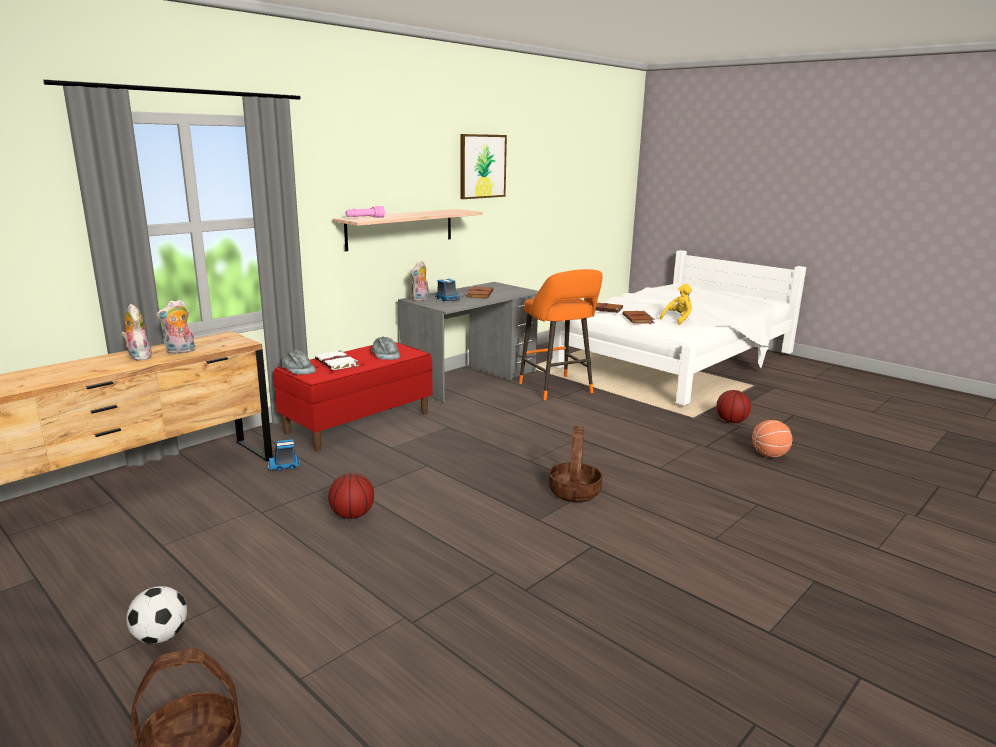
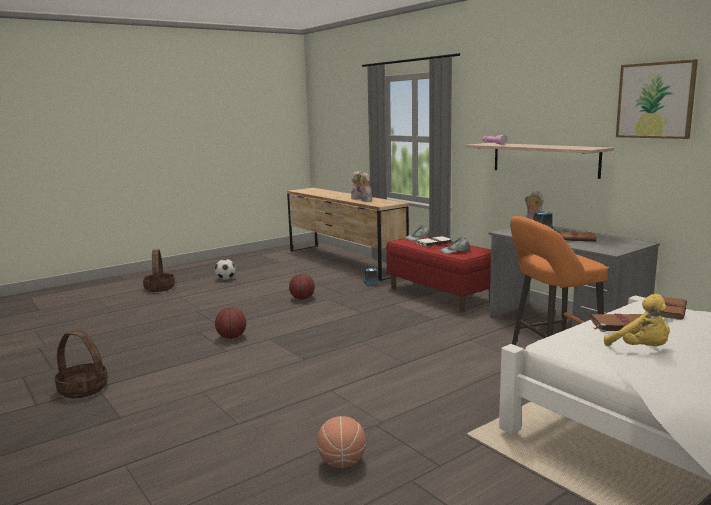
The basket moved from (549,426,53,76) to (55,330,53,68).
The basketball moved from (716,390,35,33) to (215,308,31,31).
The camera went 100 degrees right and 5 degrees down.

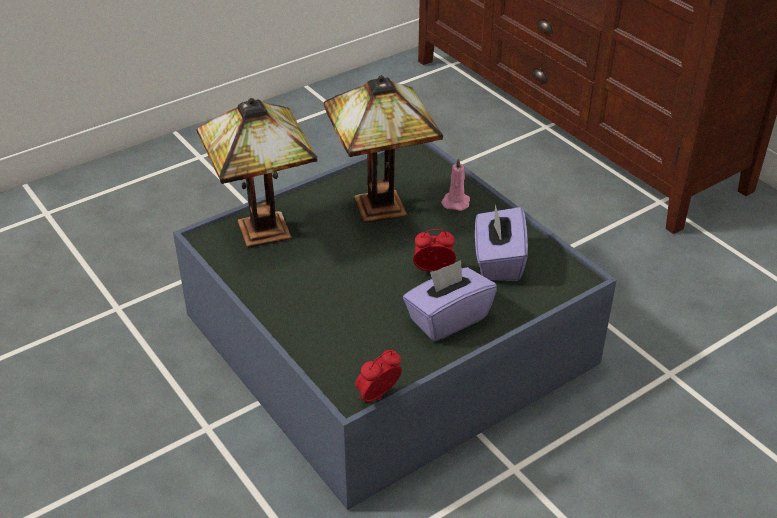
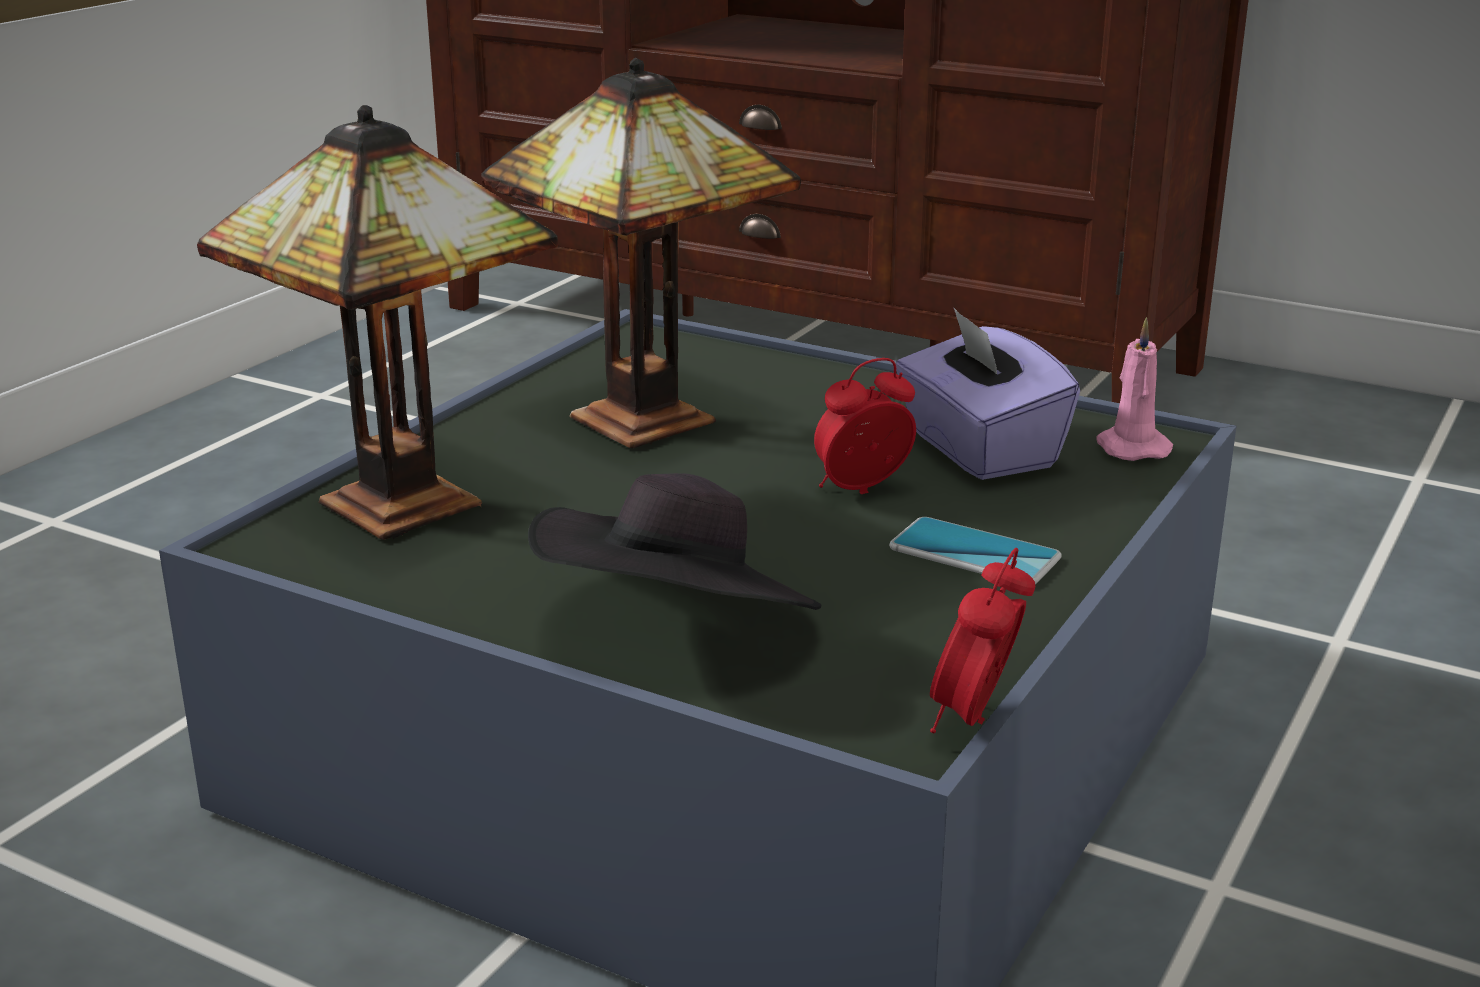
The black_hat at (528,473,293,137) appeared.
The purple_tissue_box at (403,260,94,81) was replaced by the phone at (889,517,173,67).
The pink_candle moved from (441,157,29,54) to (1096,317,77,144).
The camera went 25 degrees left and 15 degrees down.

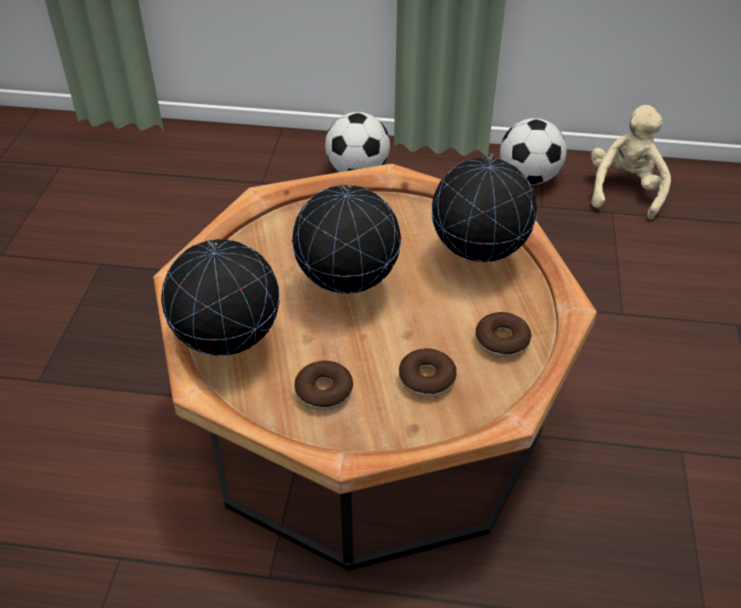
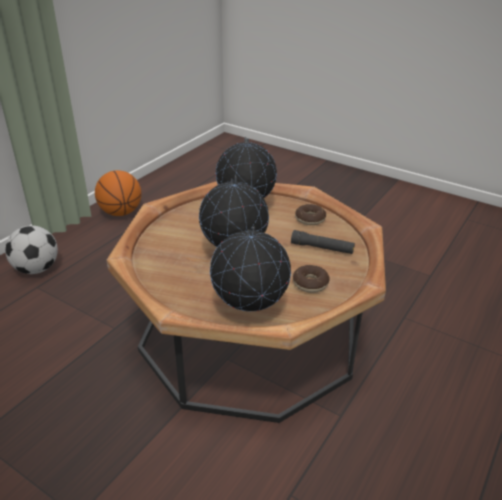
The football at (500,118,67,67) was replaced by the basketball at (95,170,46,46).
The donut at (399,348,57,49) was replaced by the black_flashlight at (291,230,64,24).
The beige_plush_toy at (591,105,80,114) disappeared.
The camera went 65 degrees left and 10 degrees down.

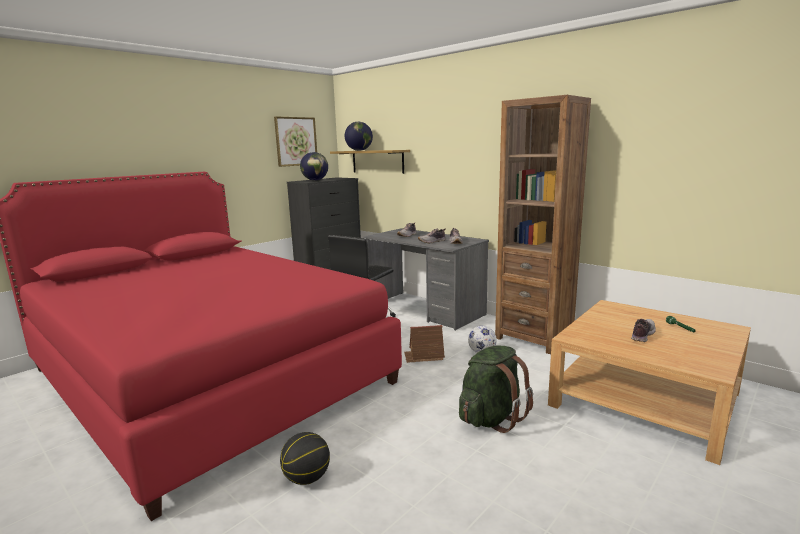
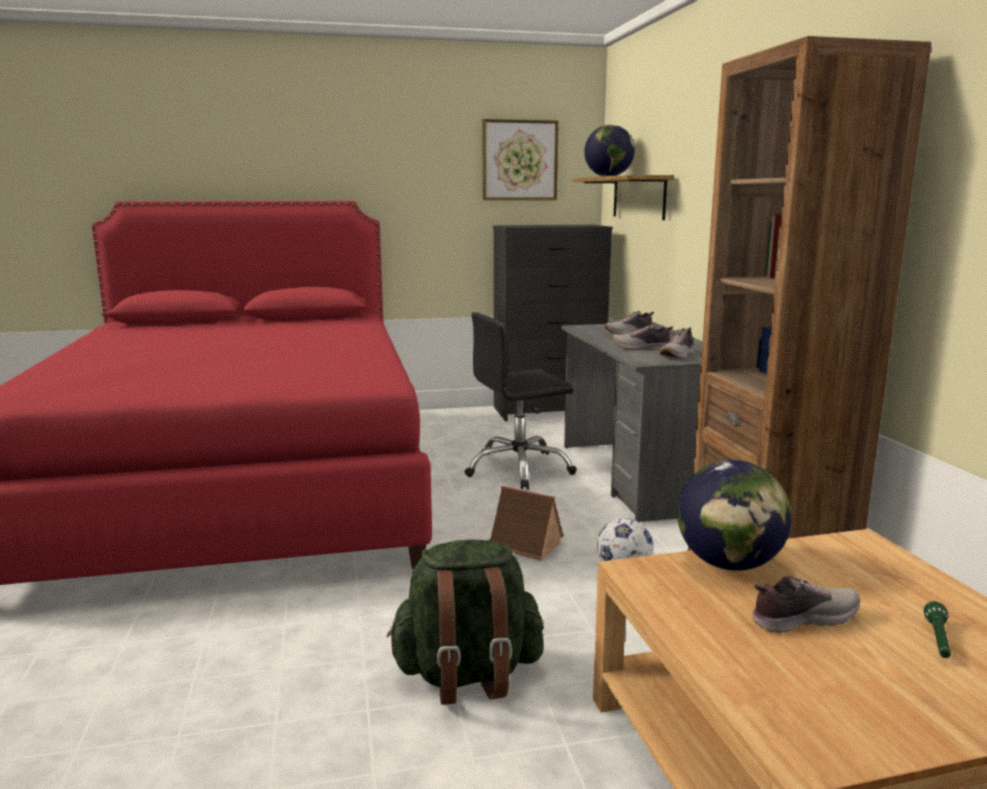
The globe moved from (300,152,28,28) to (677,460,115,111).
The basketball at (280,432,50,53) disappeared.
The camera went 35 degrees right and 0 degrees up.

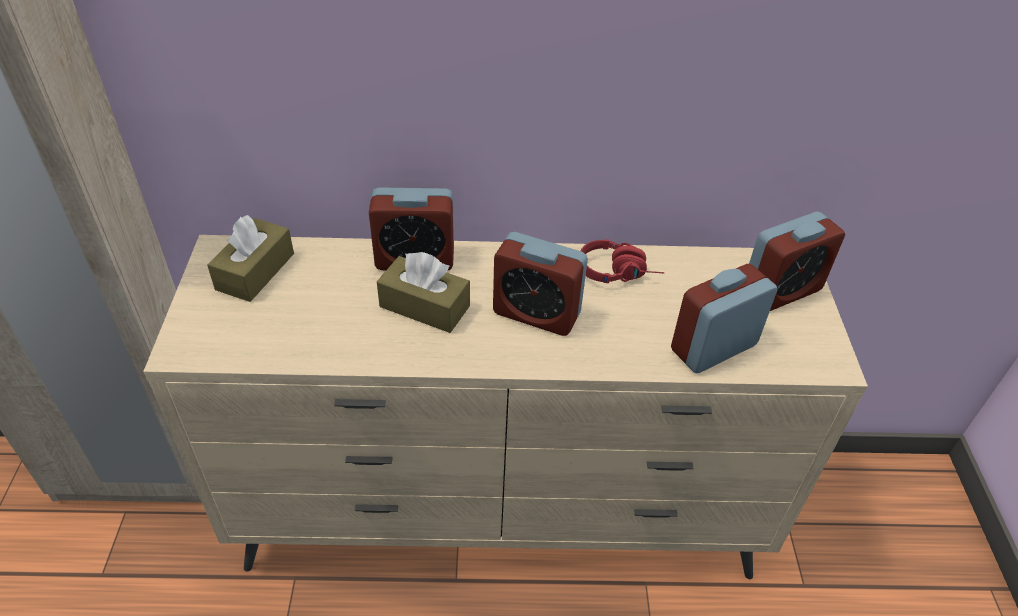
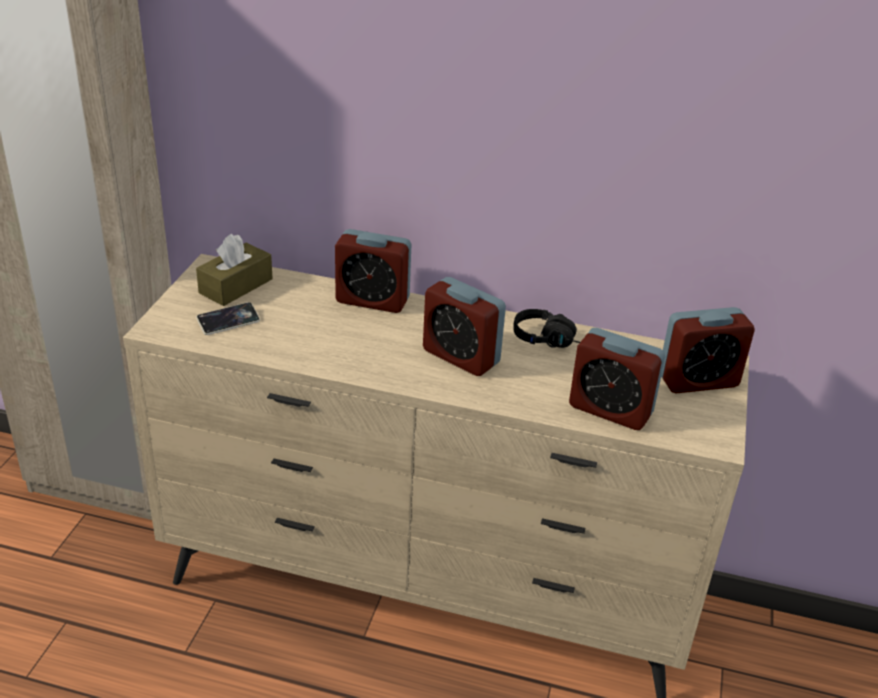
The phone at (196,302,64,33) appeared.
The red_headphones at (581,239,84,44) became the black_headphones at (513,309,67,39).
The alarm_clock at (671,264,106,109) turned 135 degrees counterclockwise.
The brown_tissue_box at (377,252,93,81) disappeared.
The camera went 15 degrees right and 10 degrees down.

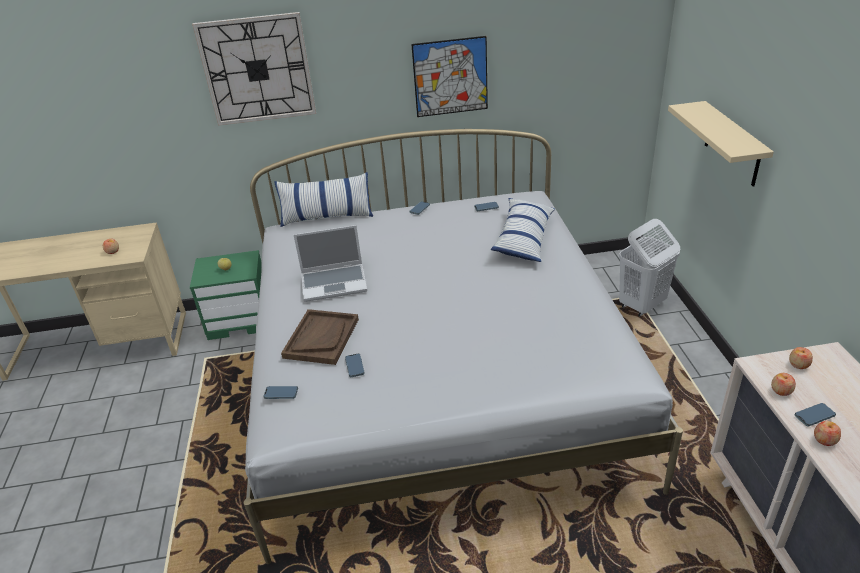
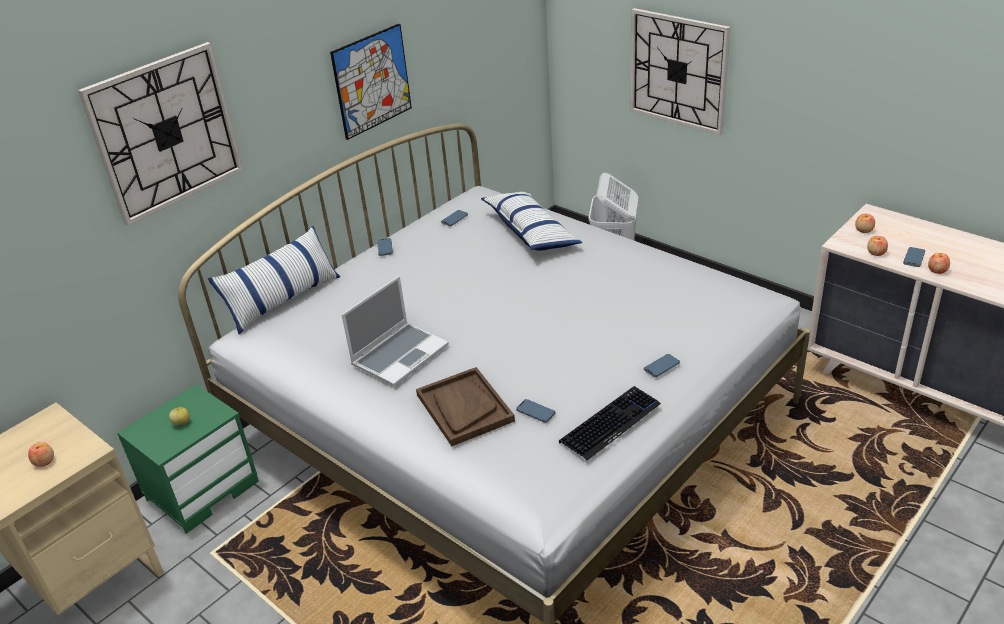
The keyboard at (559,386,102,75) appeared.
The beige_shelf at (668,101,106,85) was replaced by the wall_clock at (630,8,100,127).
The phone moved from (263,386,35,13) to (644,354,36,23).
The camera went 40 degrees left and 0 degrees up.

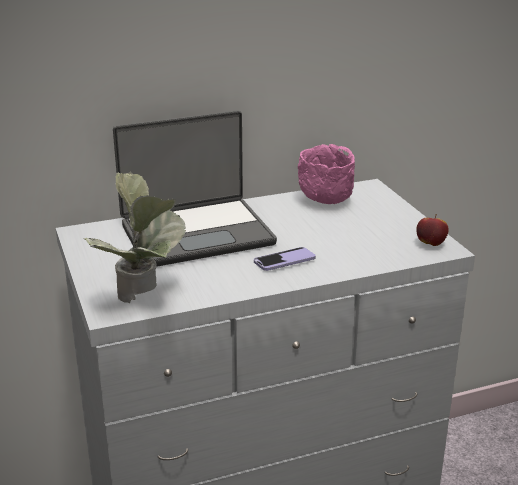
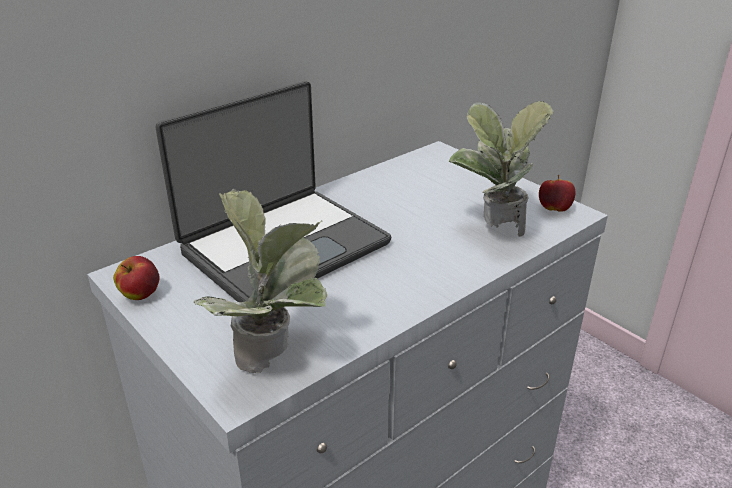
The apple at (113,256,47,44) appeared.
The potted_plant at (449,101,104,136) appeared.
The phone at (254,247,62,24) disappeared.
The pink_bowl at (298,144,57,60) disappeared.
The camera went 20 degrees left and 5 degrees up.

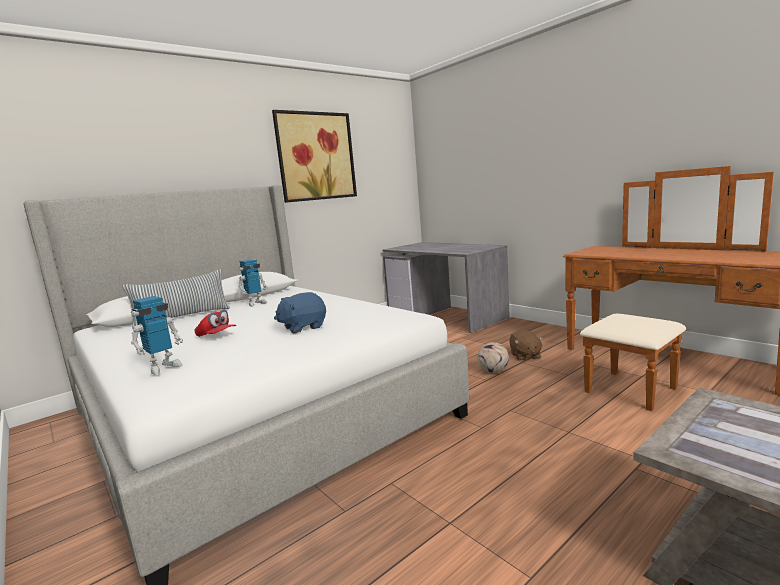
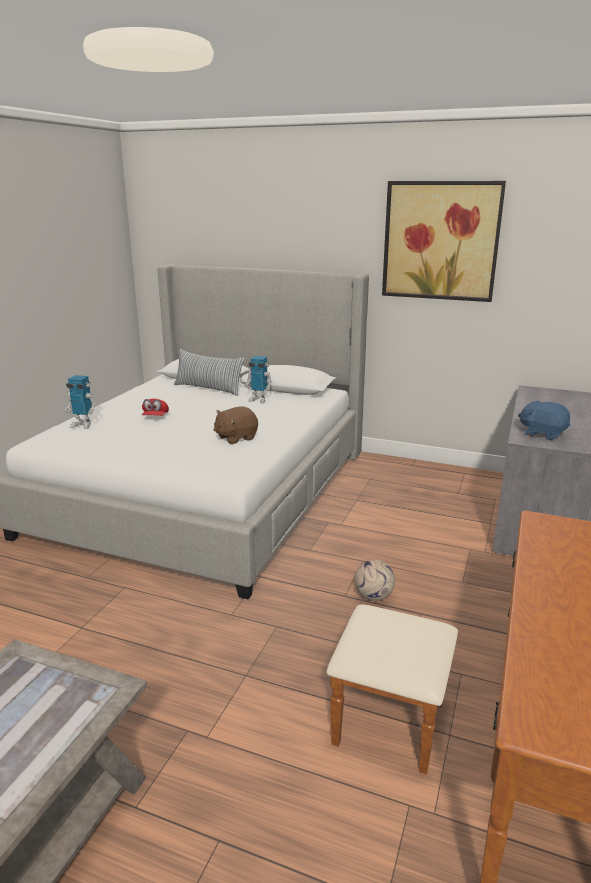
The brown_plush_toy moved from (509,330,35,31) to (214,406,44,38).
The blue_plush_toy moved from (274,292,52,42) to (518,400,52,40).
The camera went 60 degrees right and 10 degrees up.

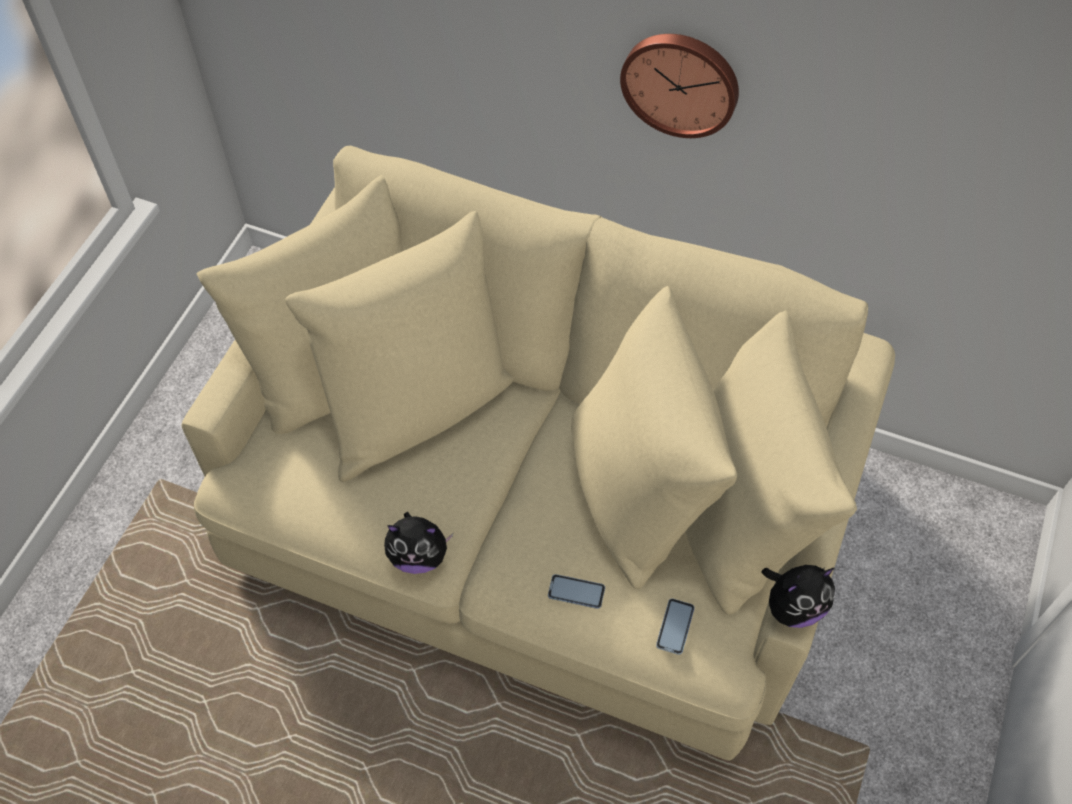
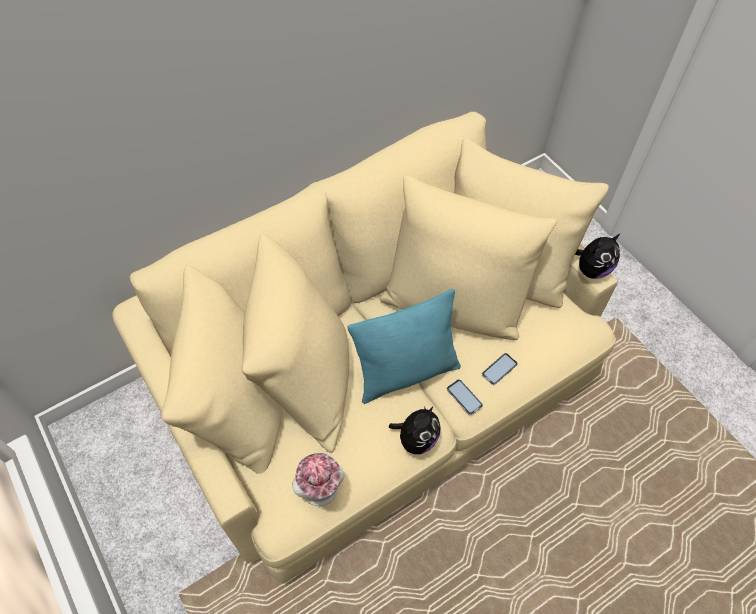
The hat at (292,453,52,53) appeared.
The turquoise_pillow at (347,289,114,115) appeared.
The phone moved from (656,598,39,57) to (447,379,36,36).
The plush_toy at (761,565,74,63) turned 45 degrees clockwise.
The wall_clock at (620,34,119,104) disappeared.
The camera went 55 degrees left and 0 degrees up.

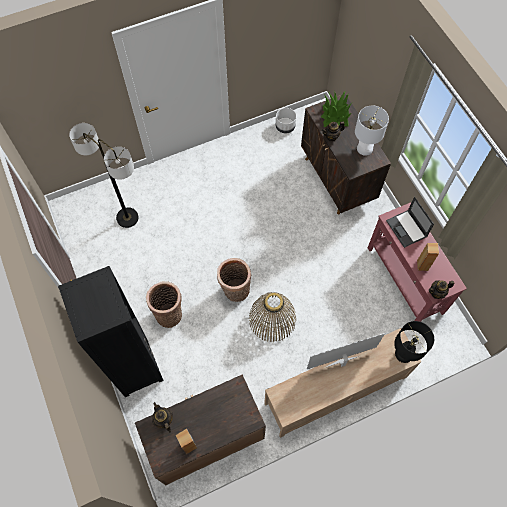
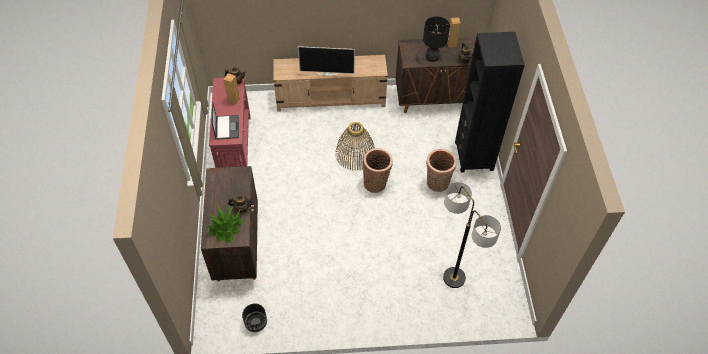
The white_planter at (276,108,20,25) became the black_planter at (242,304,25,28).
The black_table_lamp moved from (394,321,40,42) to (423,16,27,46).
The white_table_lamp at (355,105,34,51) disappeared.
The camera went 160 degrees left and 10 degrees down.

